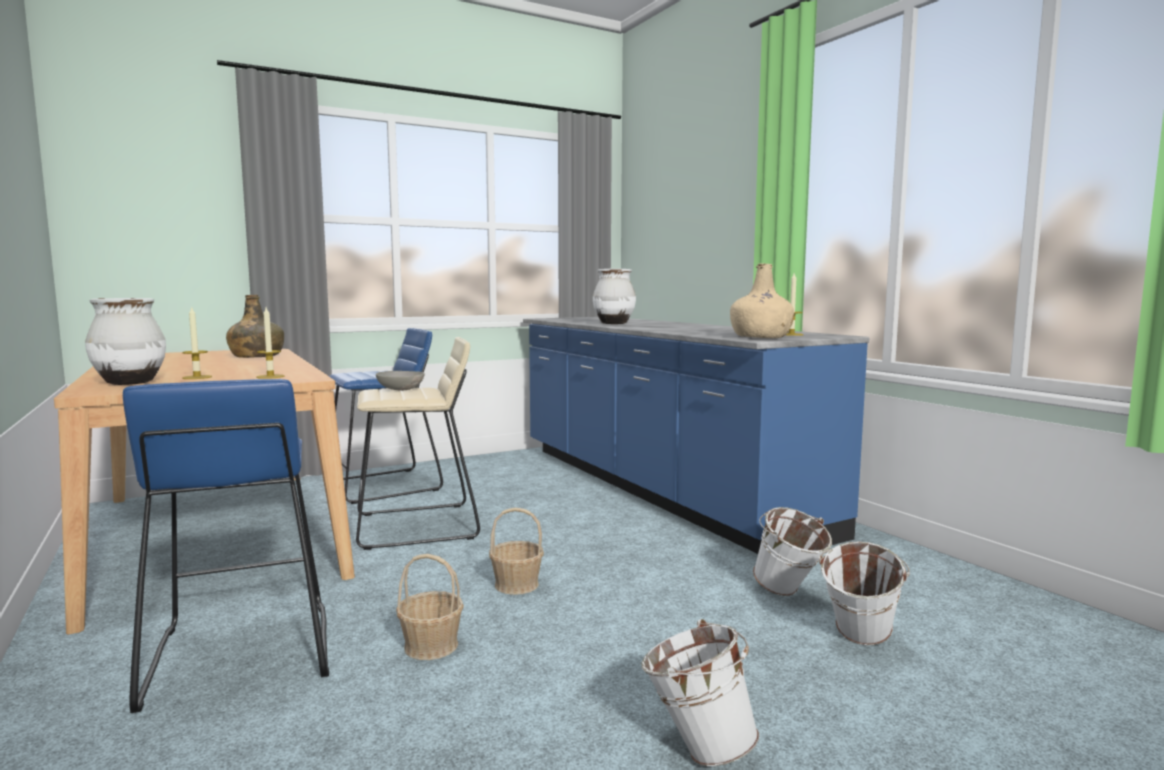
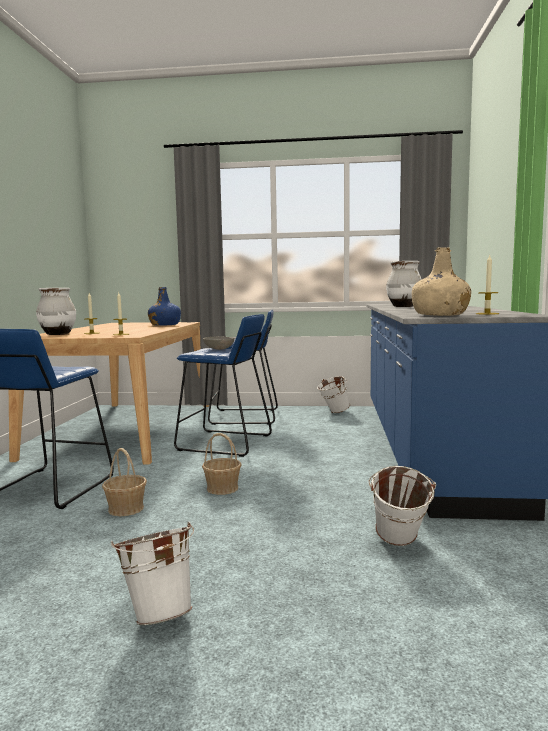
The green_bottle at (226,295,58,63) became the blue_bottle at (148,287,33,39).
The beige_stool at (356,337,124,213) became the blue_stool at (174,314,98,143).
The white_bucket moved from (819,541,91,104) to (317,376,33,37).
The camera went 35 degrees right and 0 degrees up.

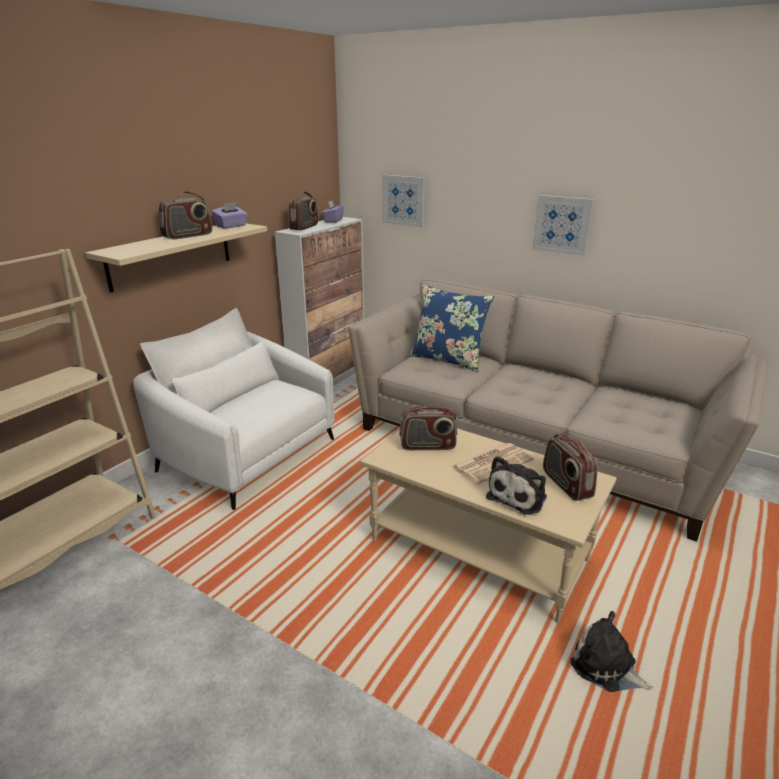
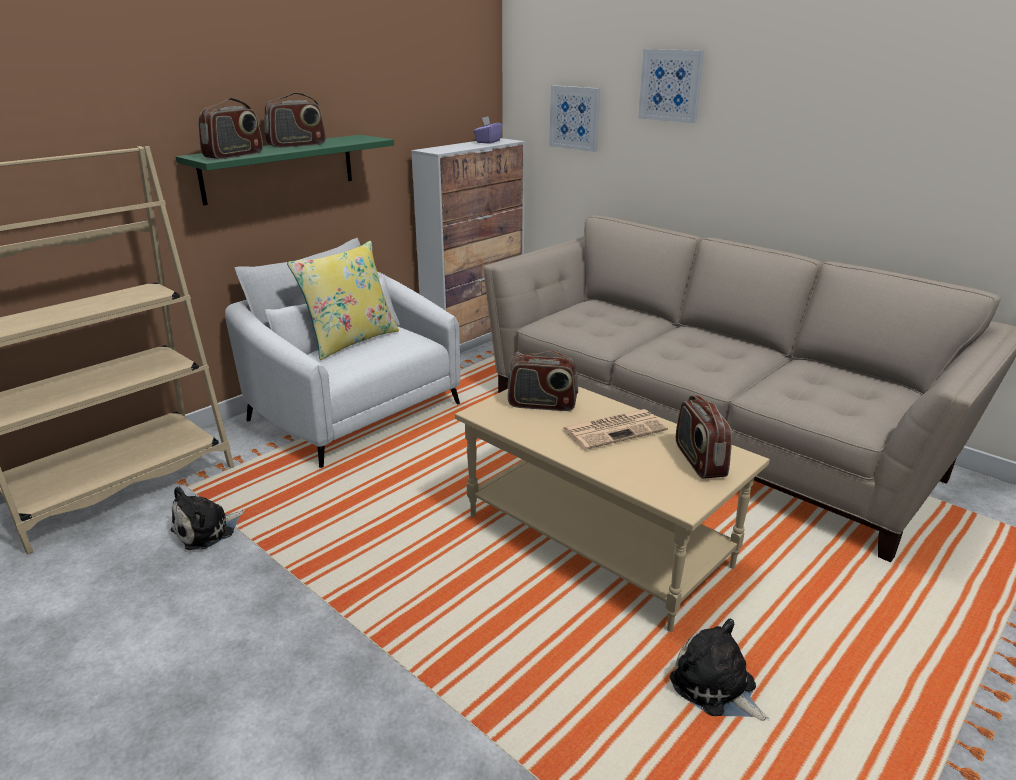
The plush_toy moved from (486,456,61,59) to (171,486,74,64).
The beige_shelf at (85,223,182,70) became the green_shelf at (175,135,219,70).
The radio moved from (288,192,30,38) to (198,98,65,61).
The yellow_pillow at (287,241,112,119) appeared.
The picture moved from (532,195,62,61) to (638,49,66,74).
The purple_tissue_box at (212,202,36,27) disappeared.
The blue_pillow at (409,285,85,87) disappeared.
The camera went 10 degrees right and 0 degrees up.

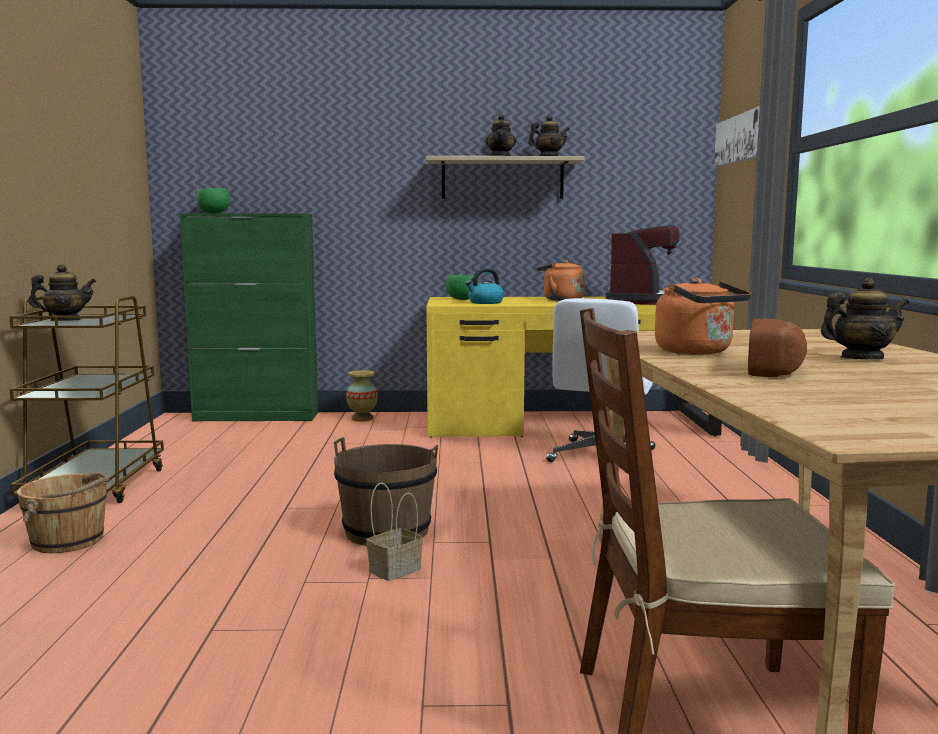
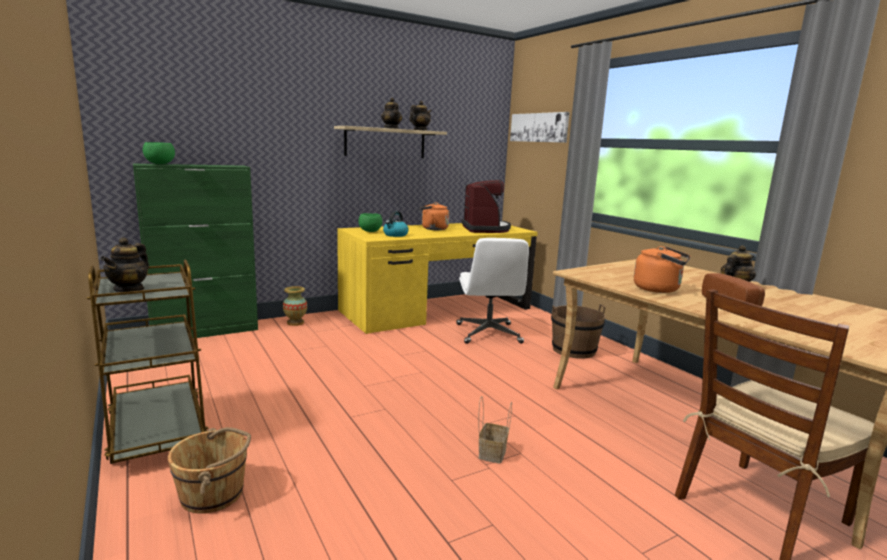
The teapot at (28,264,68,57) turned 150 degrees clockwise.
The brown_bucket moved from (334,437,104,109) to (551,304,55,55).
The camera went 30 degrees left and 5 degrees up.

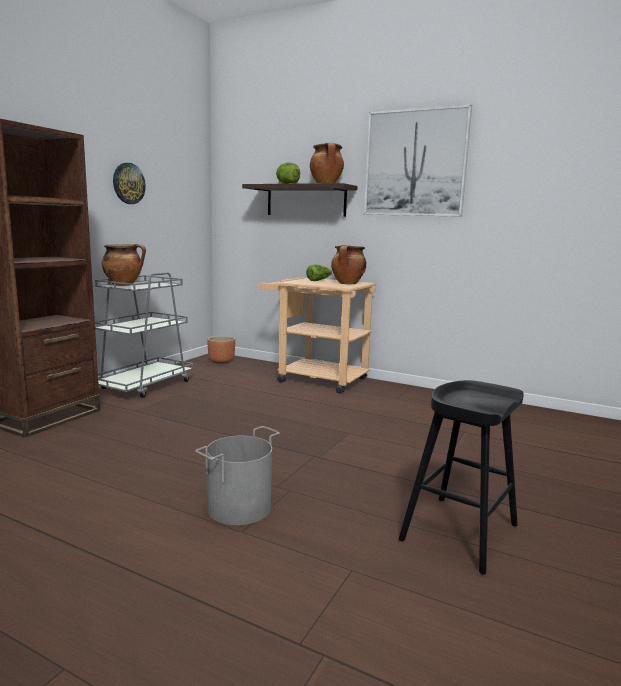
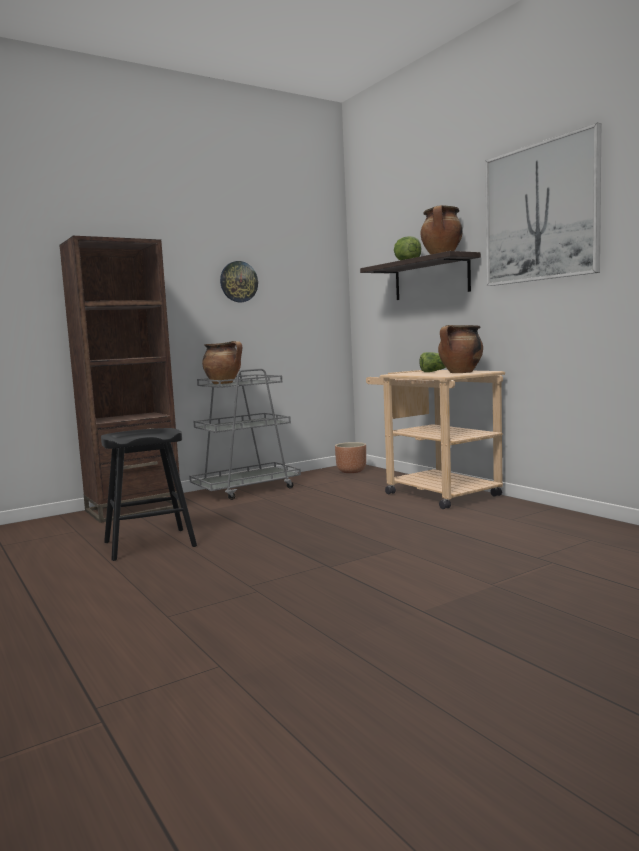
The black_stool moved from (399,380,124,195) to (101,428,96,133).
The grey_bucket at (195,426,85,99) disappeared.
The camera went 30 degrees right and 5 degrees down.

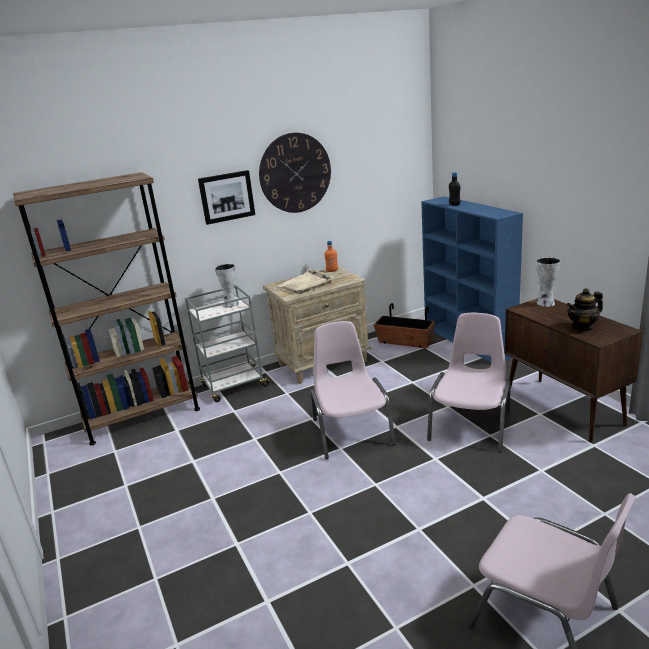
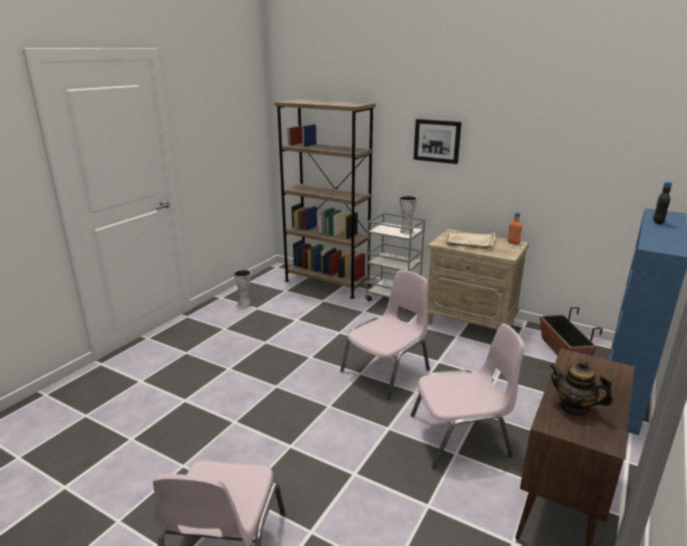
The vase moved from (536,257,24,50) to (234,270,17,36).
The wall_clock at (259,133,72,80) disappeared.
The camera went 55 degrees right and 0 degrees up.

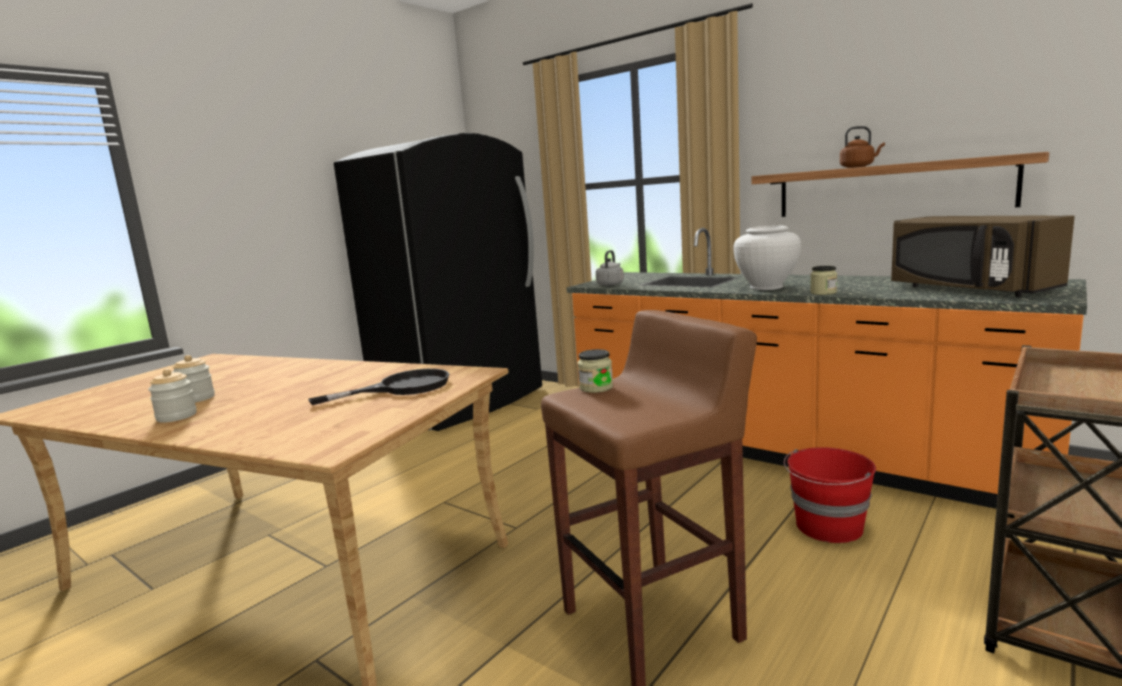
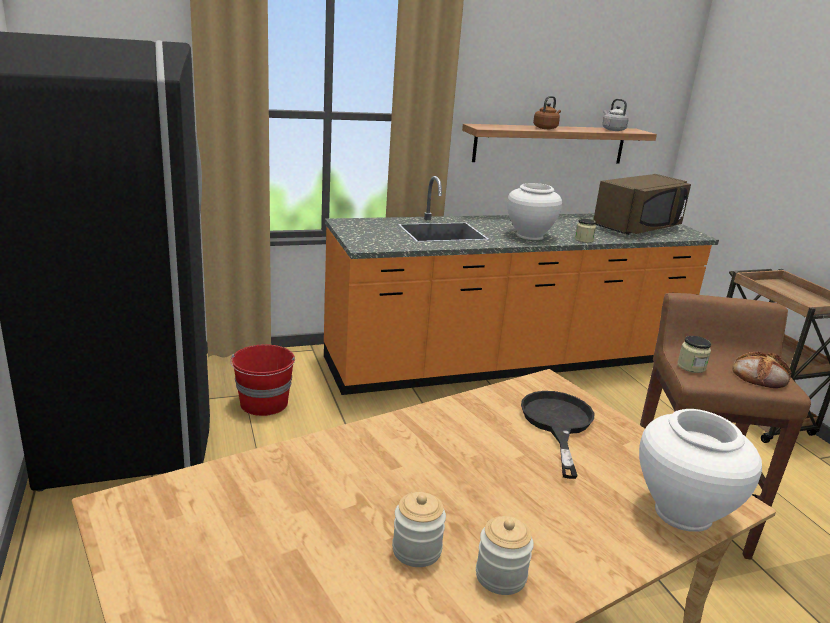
The red_bucket moved from (784,447,92,96) to (230,344,65,72).
The brown_microwave at (891,215,184,82) turned 45 degrees counterclockwise.
The grey_kettle moved from (596,250,28,36) to (602,99,27,32).
The white_vase at (639,409,123,123) appeared.
The bread at (732,351,59,37) appeared.
The camera went 60 degrees left and 10 degrees up.

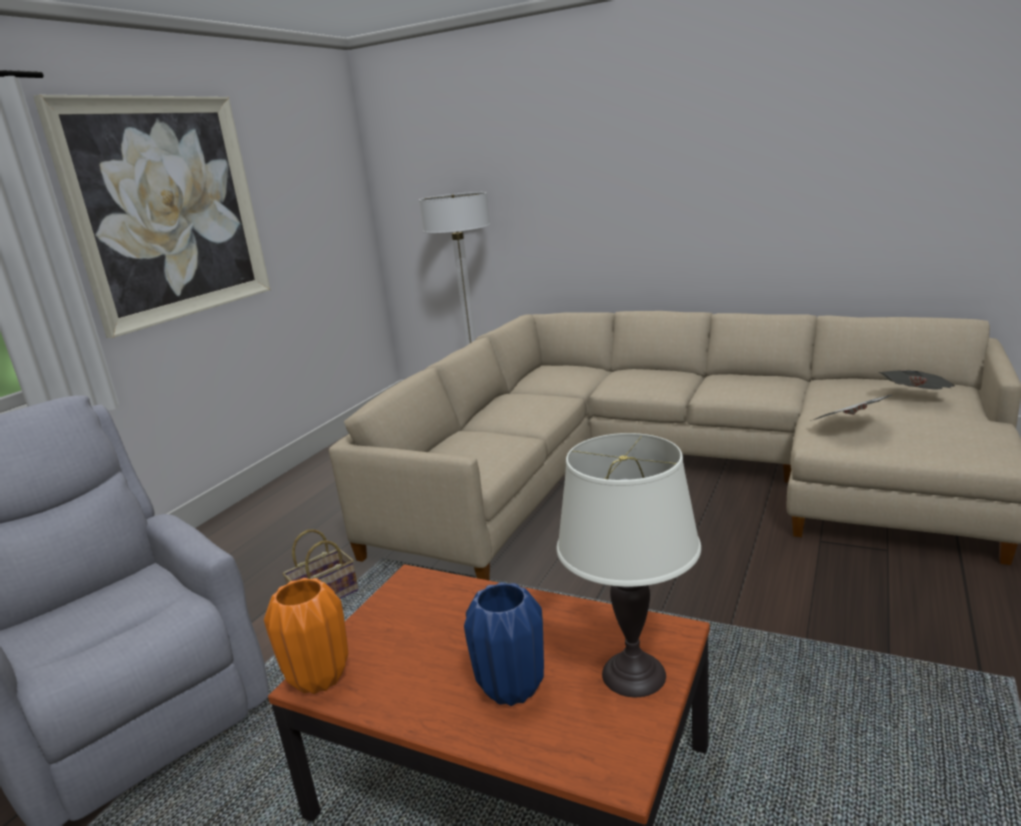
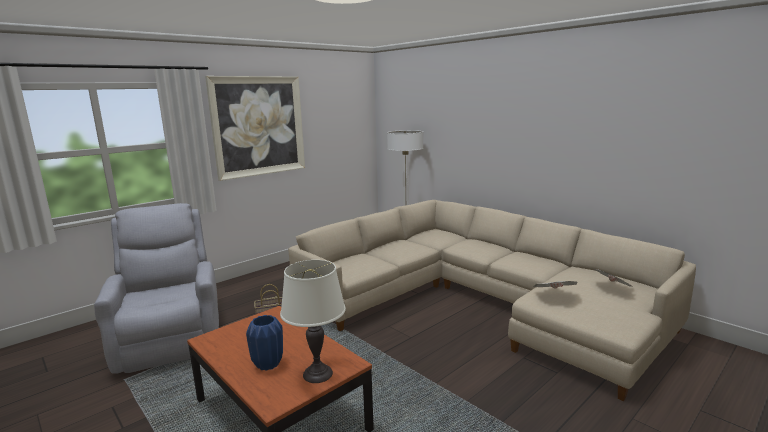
The orange_vase at (264,578,84,116) disappeared.
The camera went 20 degrees right and 5 degrees down.

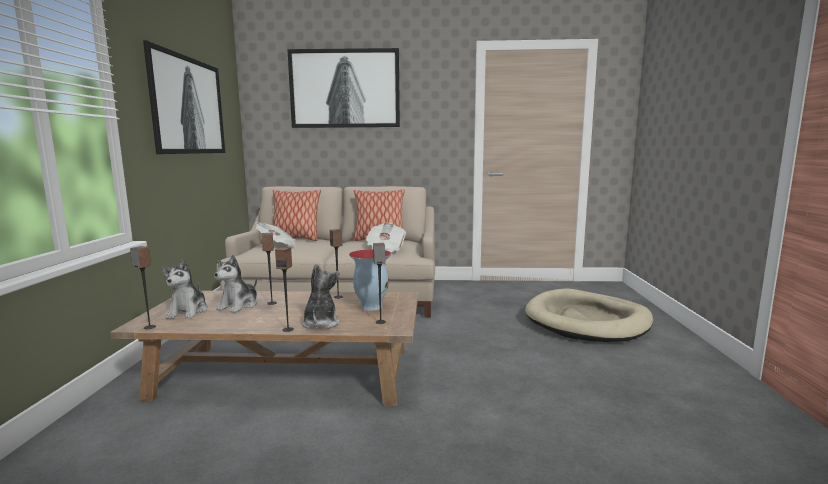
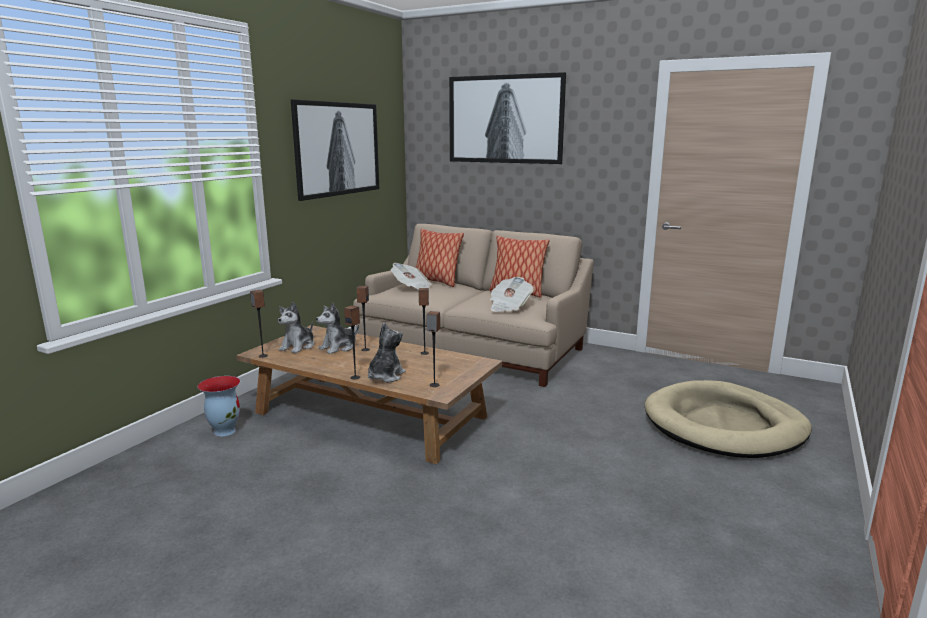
The vase moved from (349,249,42,62) to (197,376,43,60).
The camera went 25 degrees right and 5 degrees up.

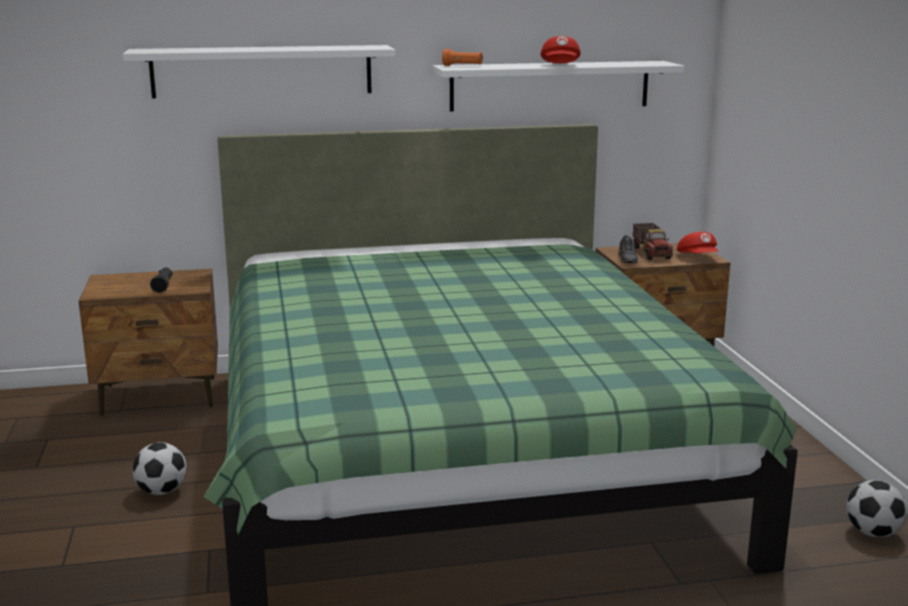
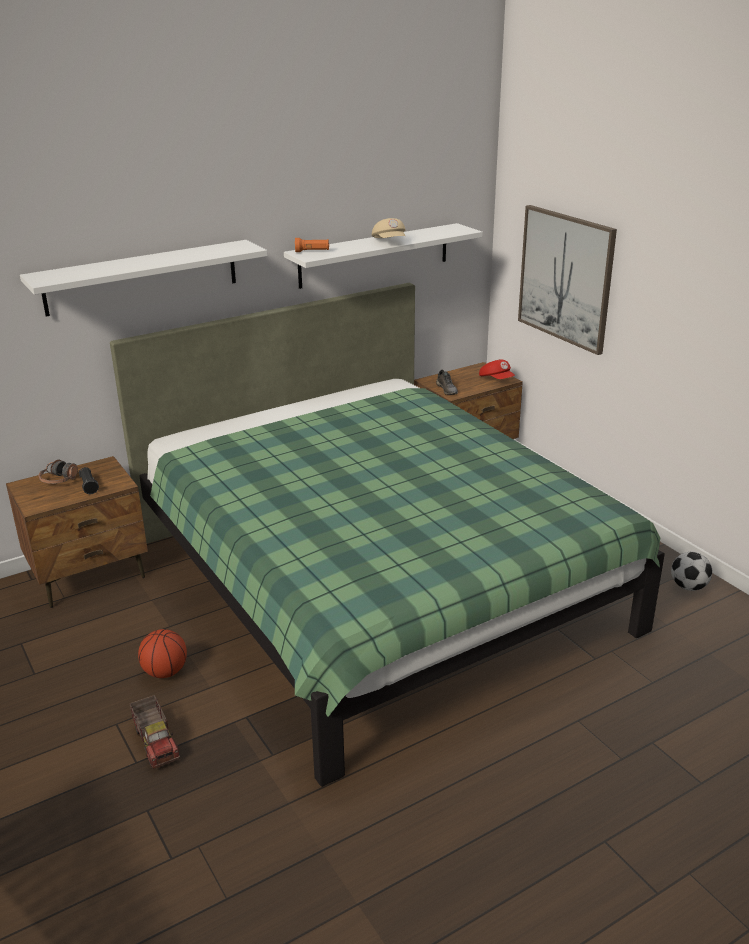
The headphones at (39,460,39,24) appeared.
The toy_truck moved from (633,223,40,37) to (130,695,50,74).
The football at (133,442,53,53) was replaced by the basketball at (138,629,49,49).
The red_cap at (541,36,40,28) became the beige_cap at (372,218,34,20).
The picture at (518,205,99,150) appeared.
The camera went 20 degrees left and 10 degrees up.

